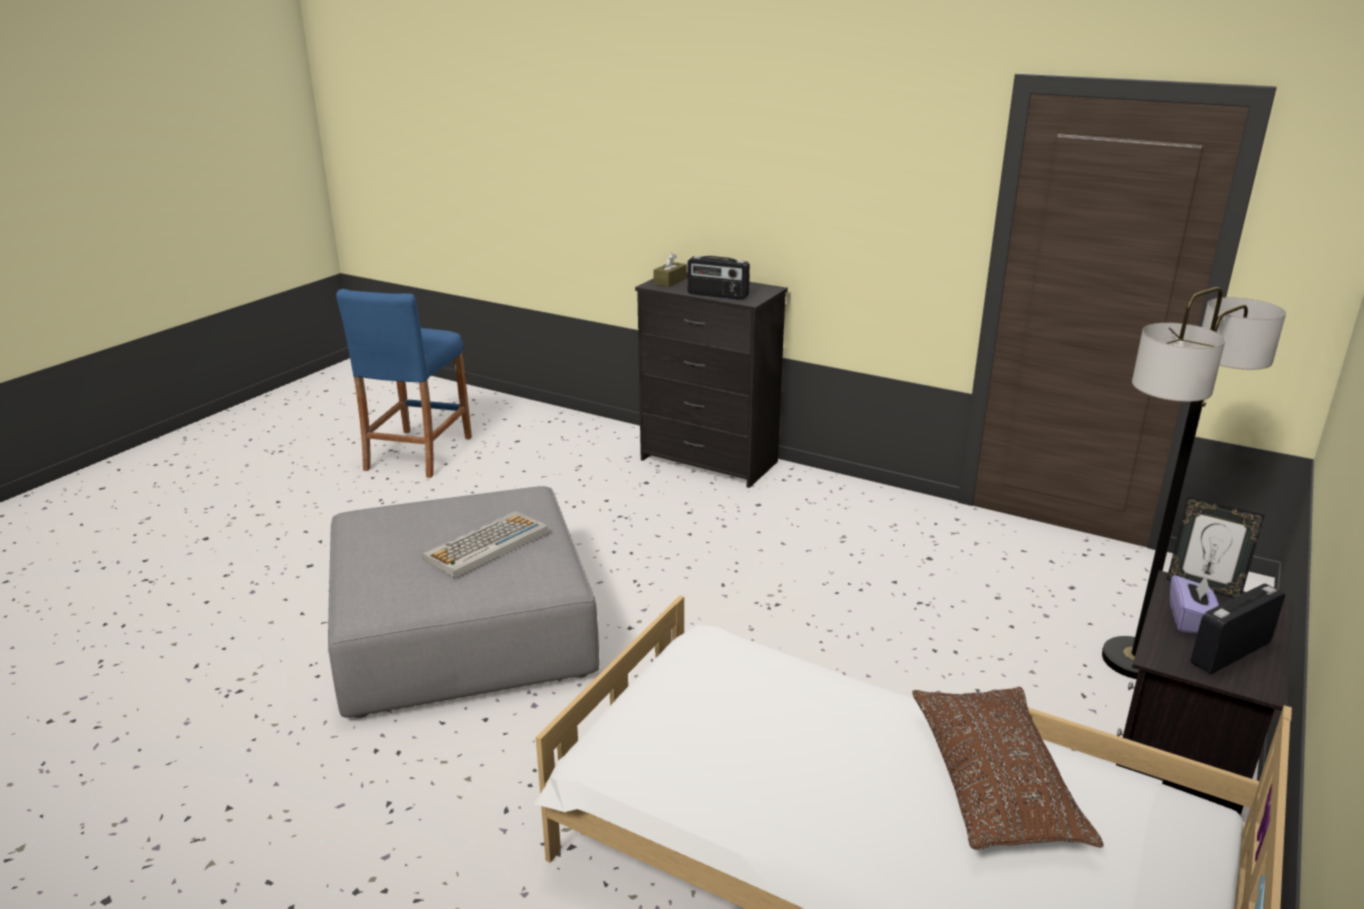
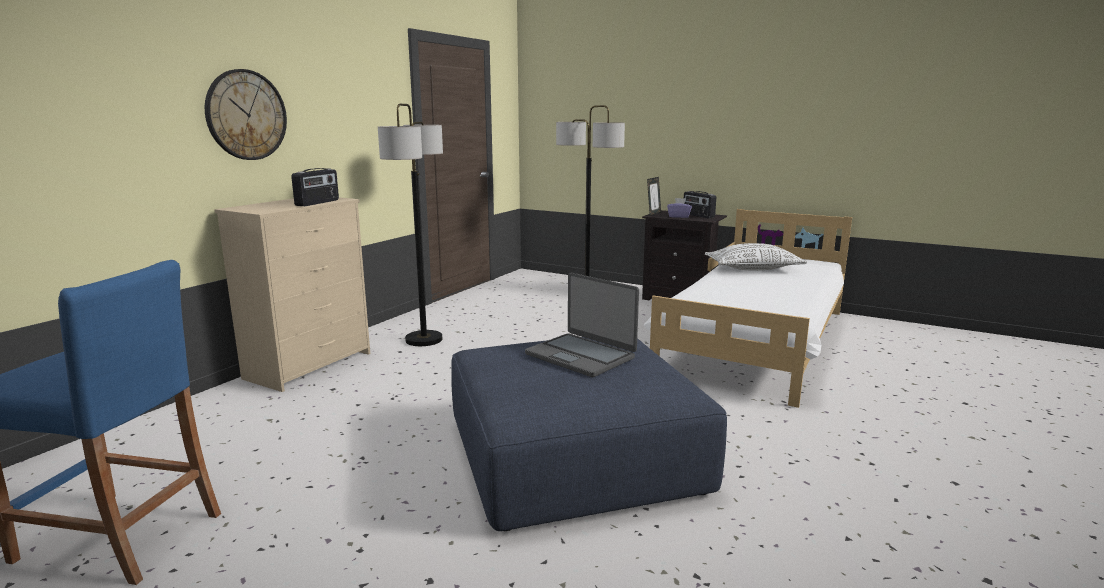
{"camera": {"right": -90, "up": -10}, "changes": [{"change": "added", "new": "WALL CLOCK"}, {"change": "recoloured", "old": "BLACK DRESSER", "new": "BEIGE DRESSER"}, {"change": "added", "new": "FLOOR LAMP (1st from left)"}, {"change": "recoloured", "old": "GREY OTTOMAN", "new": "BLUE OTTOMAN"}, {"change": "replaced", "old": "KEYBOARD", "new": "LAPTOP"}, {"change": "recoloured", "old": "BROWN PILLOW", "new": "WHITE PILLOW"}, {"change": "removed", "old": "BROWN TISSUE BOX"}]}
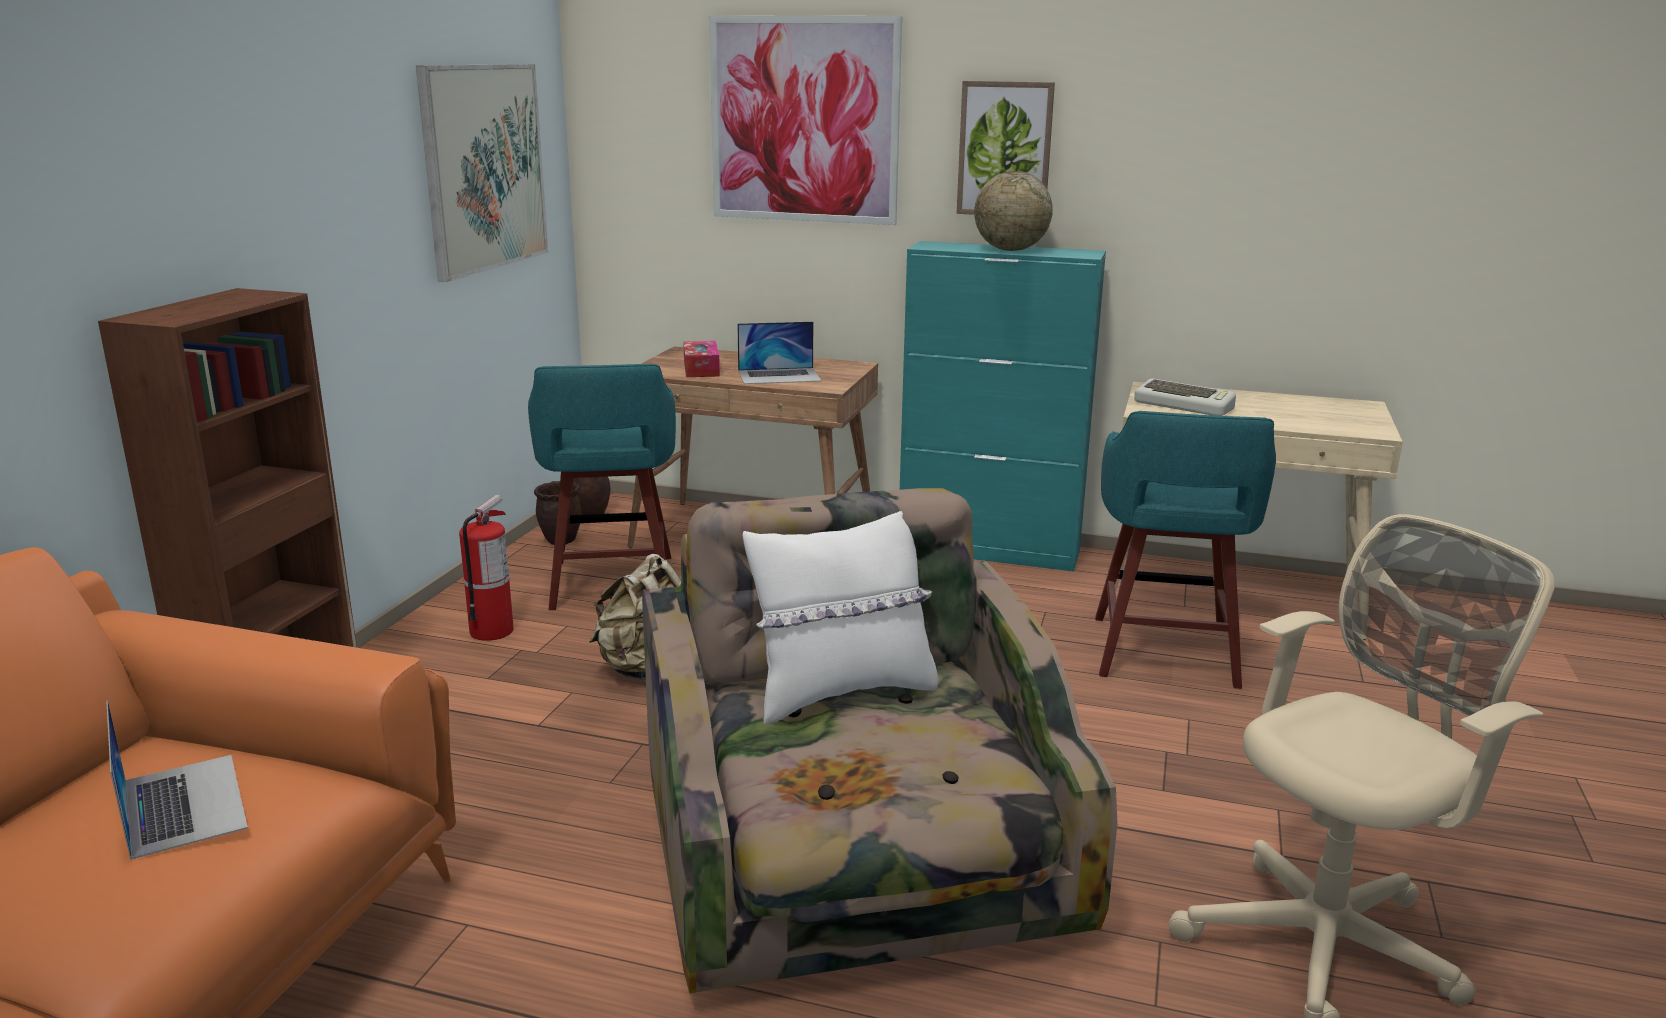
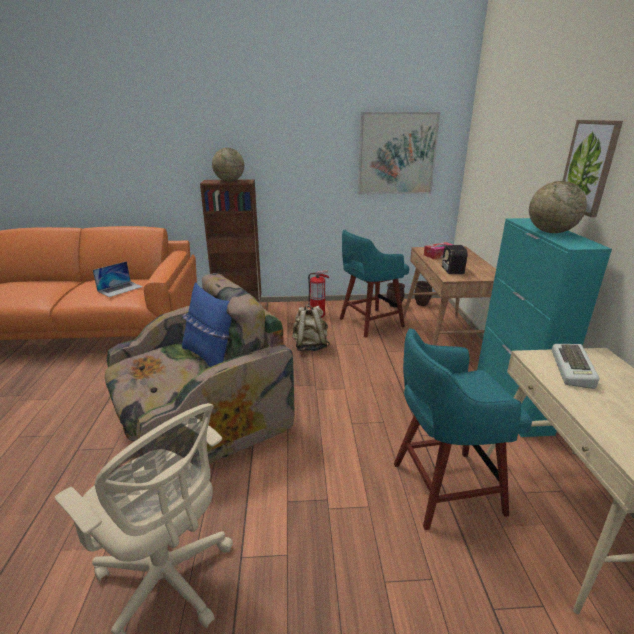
{"camera": {"right": 70, "up": 5}, "changes": [{"change": "recoloured", "old": "WHITE PILLOW", "new": "BLUE PILLOW"}, {"change": "added", "new": "GLOBE (1st from left)"}, {"change": "replaced", "old": "LAPTOP (2nd from left)", "new": "RADIO"}, {"change": "removed", "old": "PICTURE (2nd from left)"}]}
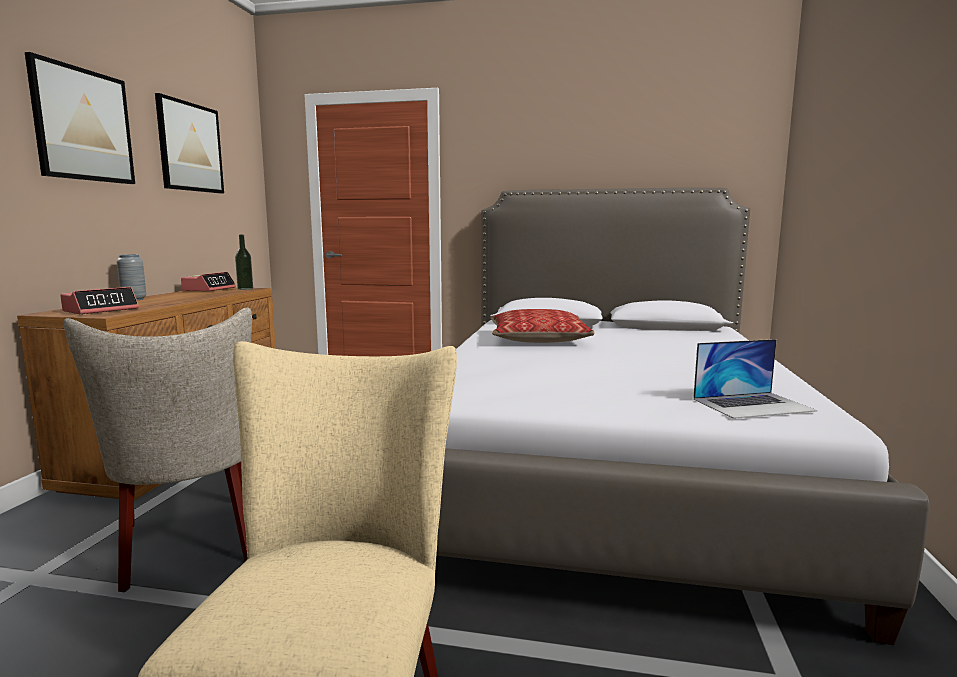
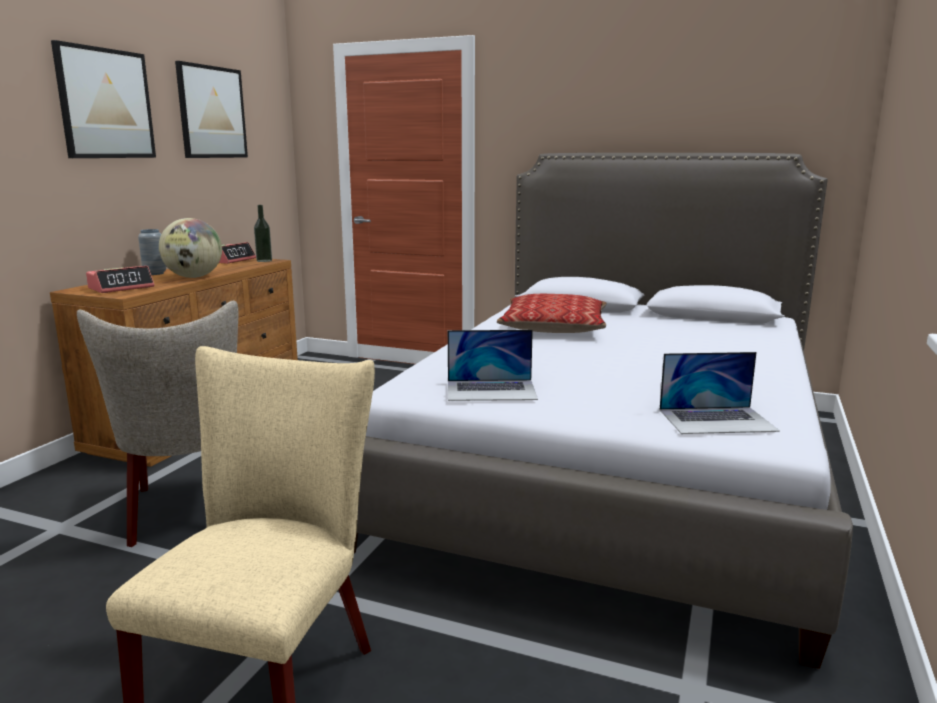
{"camera": {"right": 10, "up": 5}, "changes": [{"change": "added", "new": "GLOBE"}, {"change": "added", "new": "LAPTOP (1st from left)"}]}
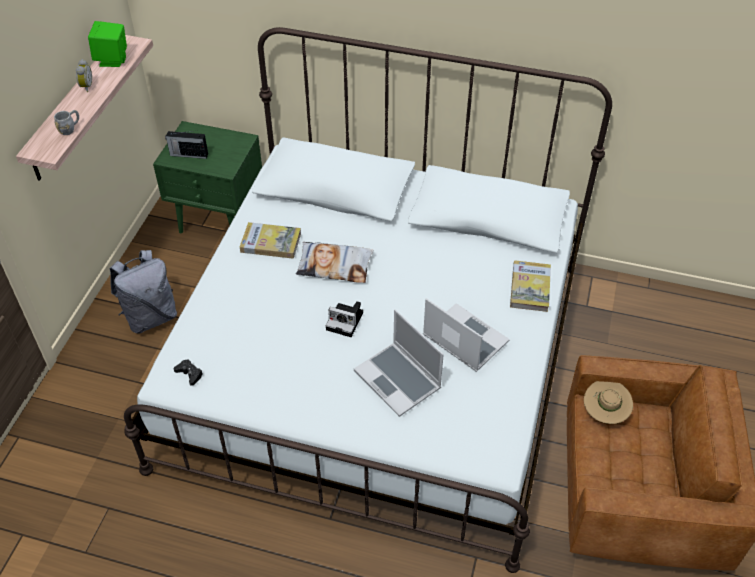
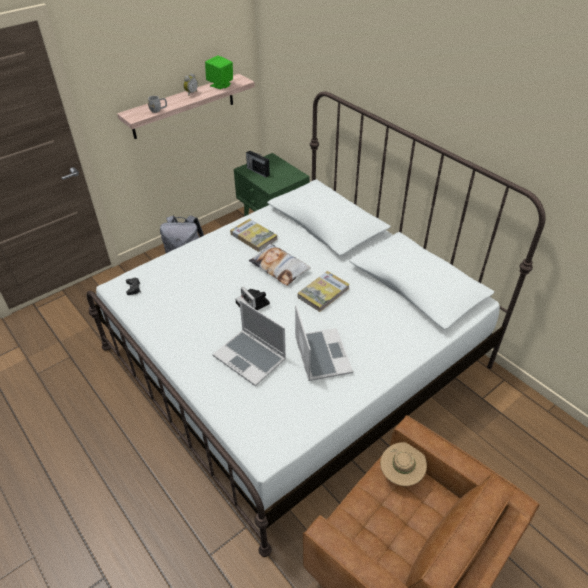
{"camera": {"right": 35, "up": -5}, "changes": [{"change": "turned", "old": "LAPTOP (1st from left)", "degrees": -45}, {"change": "moved", "old": "BOOK (2nd from left)"}]}
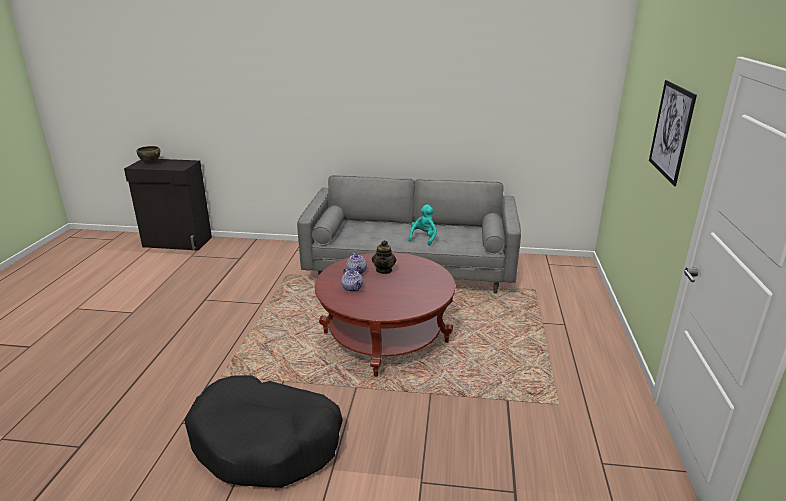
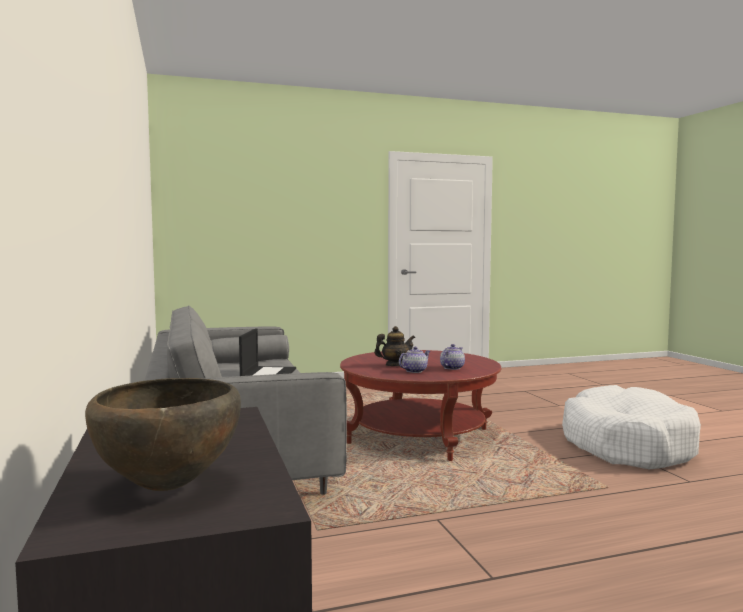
{"camera": {"right": -115, "up": -20}, "changes": [{"change": "replaced", "old": "TURQUOISE PLUSH TOY", "new": "LAPTOP"}, {"change": "recoloured", "old": "BLACK DOG BED", "new": "WHITE DOG BED"}, {"change": "removed", "old": "PICTURE"}]}
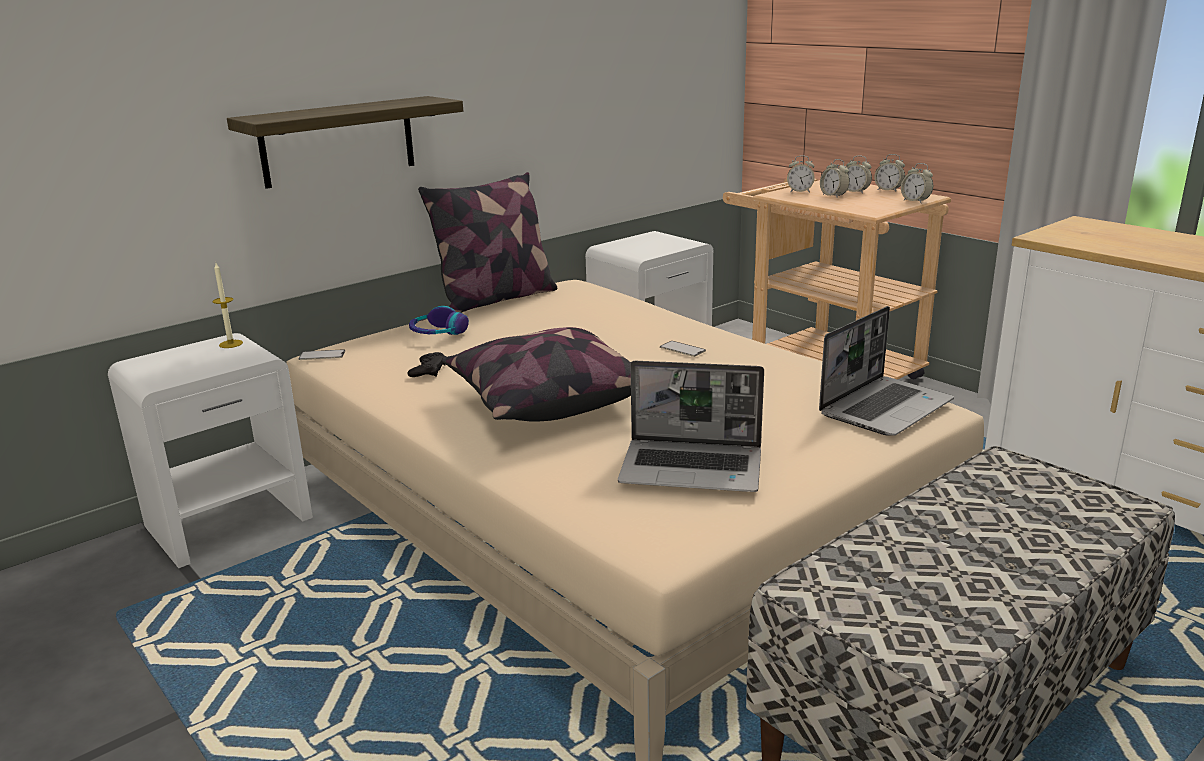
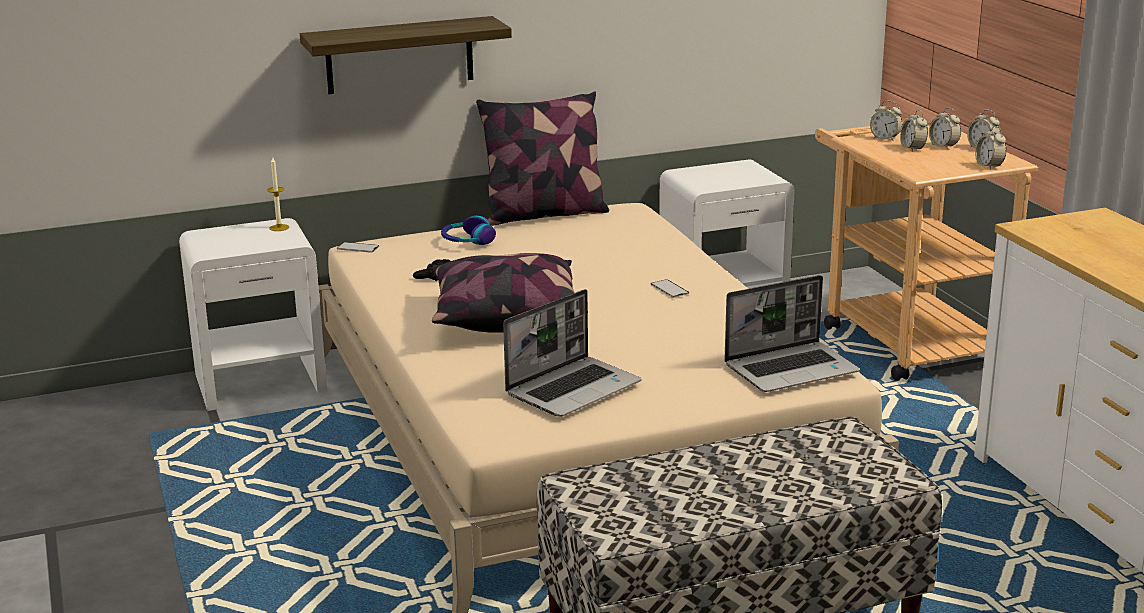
{"camera": {"right": 20, "up": 0}, "changes": [{"change": "turned", "old": "LAPTOP (1st from left)", "degrees": -75}]}
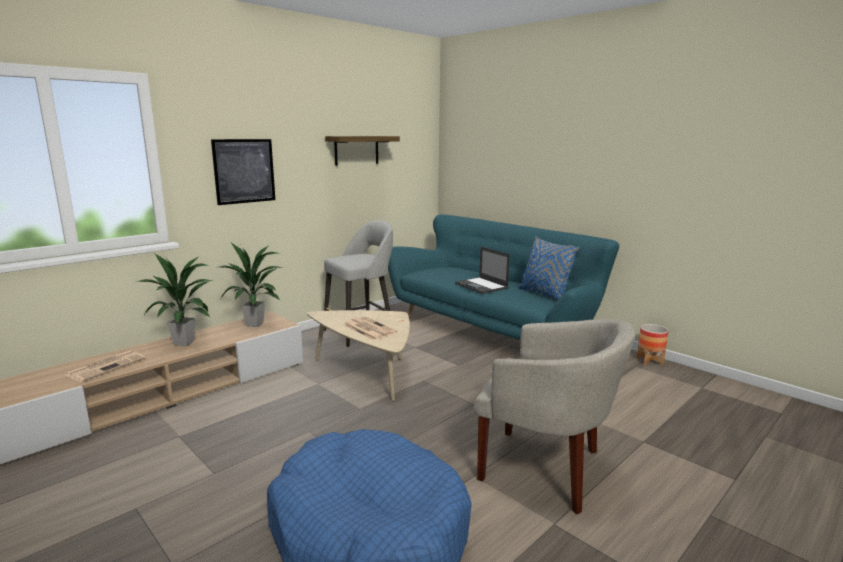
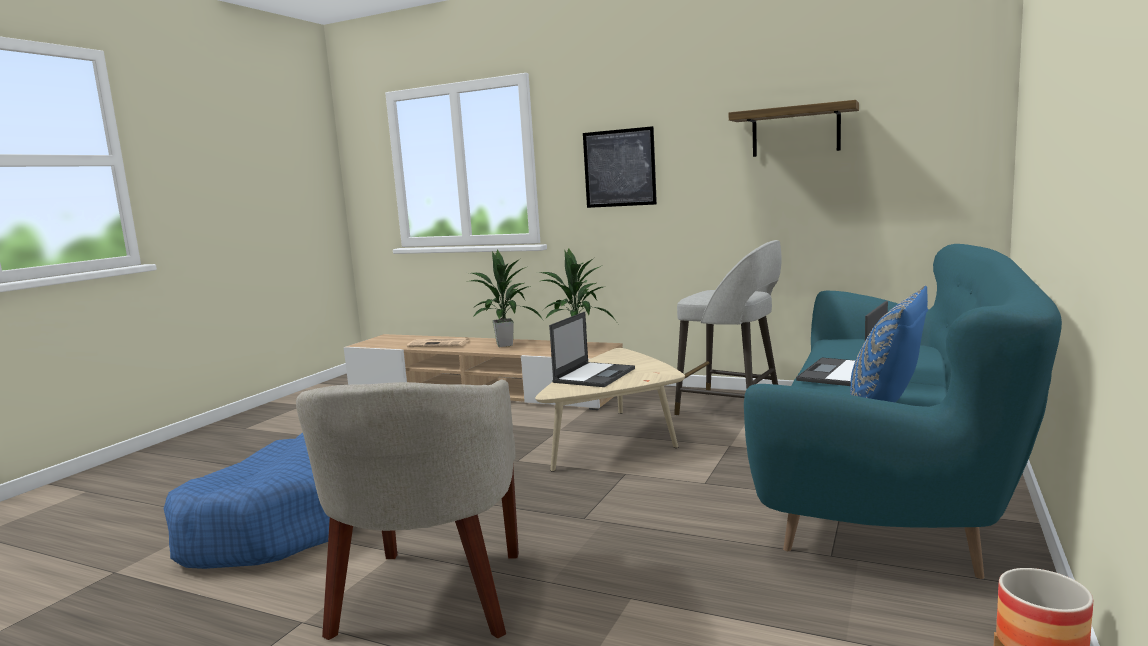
{"camera": {"right": 70, "up": -5}, "changes": [{"change": "replaced", "old": "NEWSPAPER (2nd from left)", "new": "LAPTOP (1st from left)"}]}
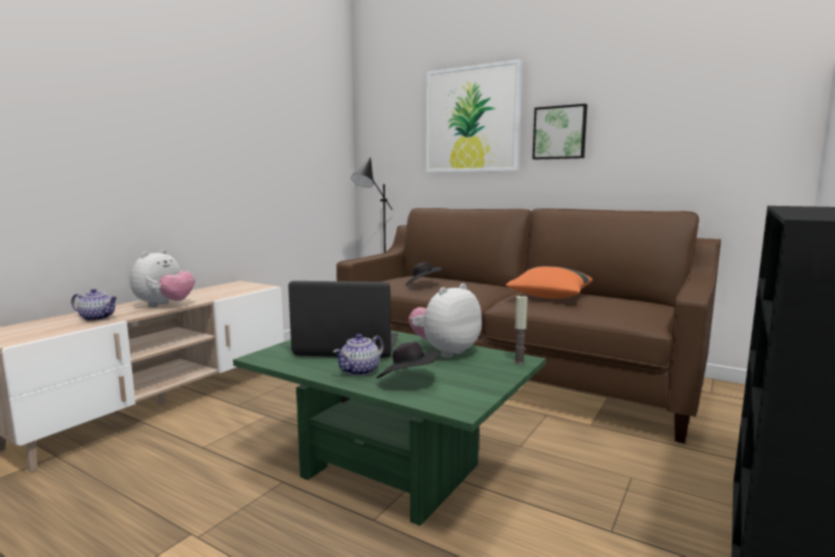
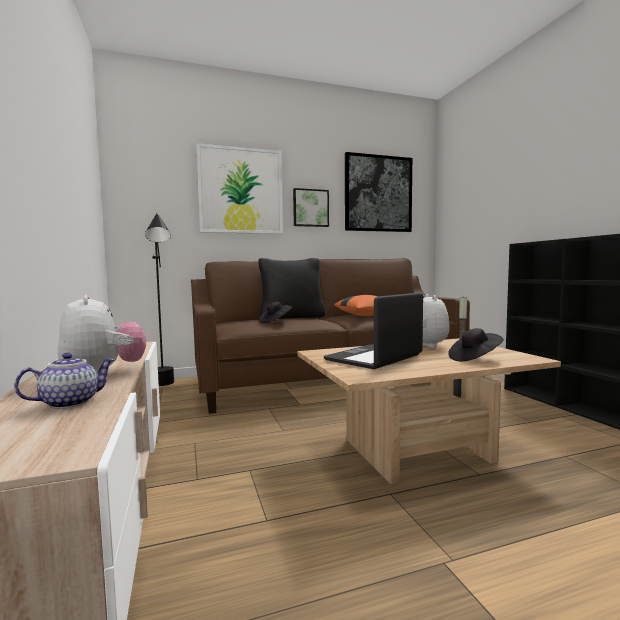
{"camera": {"right": -50, "up": -5}, "changes": [{"change": "added", "new": "BLACK PILLOW"}, {"change": "recoloured", "old": "GREEN COFFEE TABLE", "new": "BEIGE COFFEE TABLE"}, {"change": "added", "new": "PICTURE (3rd from left)"}, {"change": "removed", "old": "TEAPOT (2nd from left)"}]}
